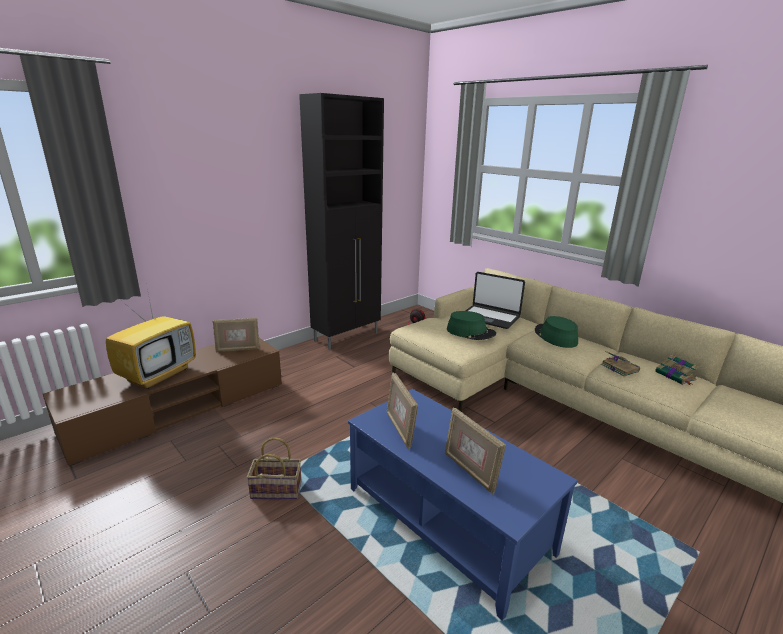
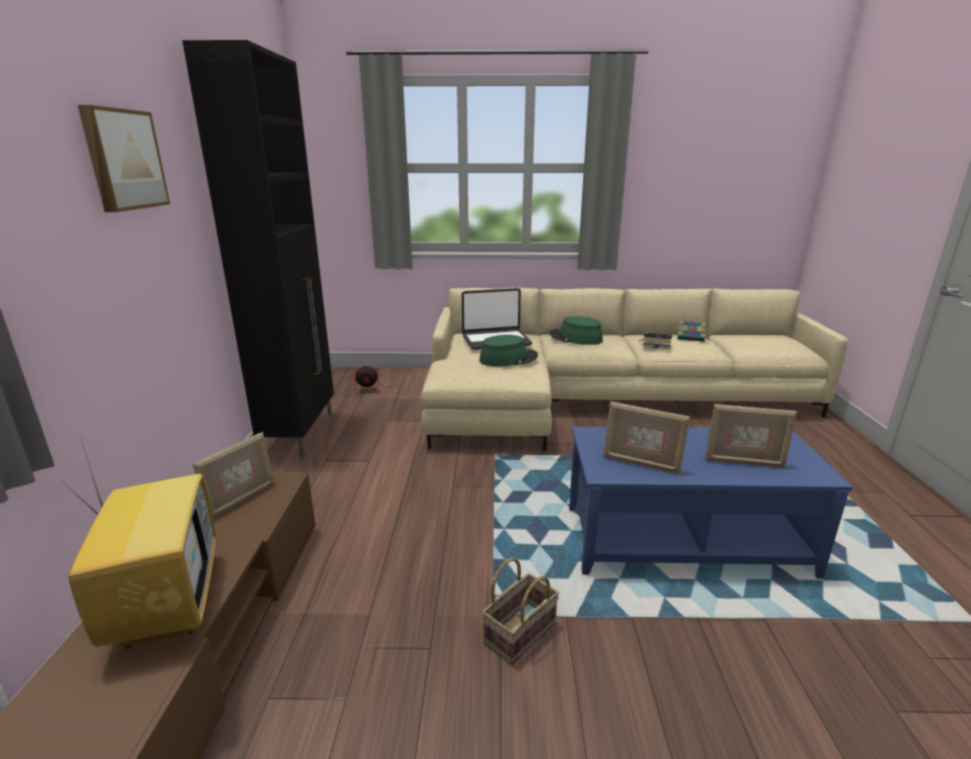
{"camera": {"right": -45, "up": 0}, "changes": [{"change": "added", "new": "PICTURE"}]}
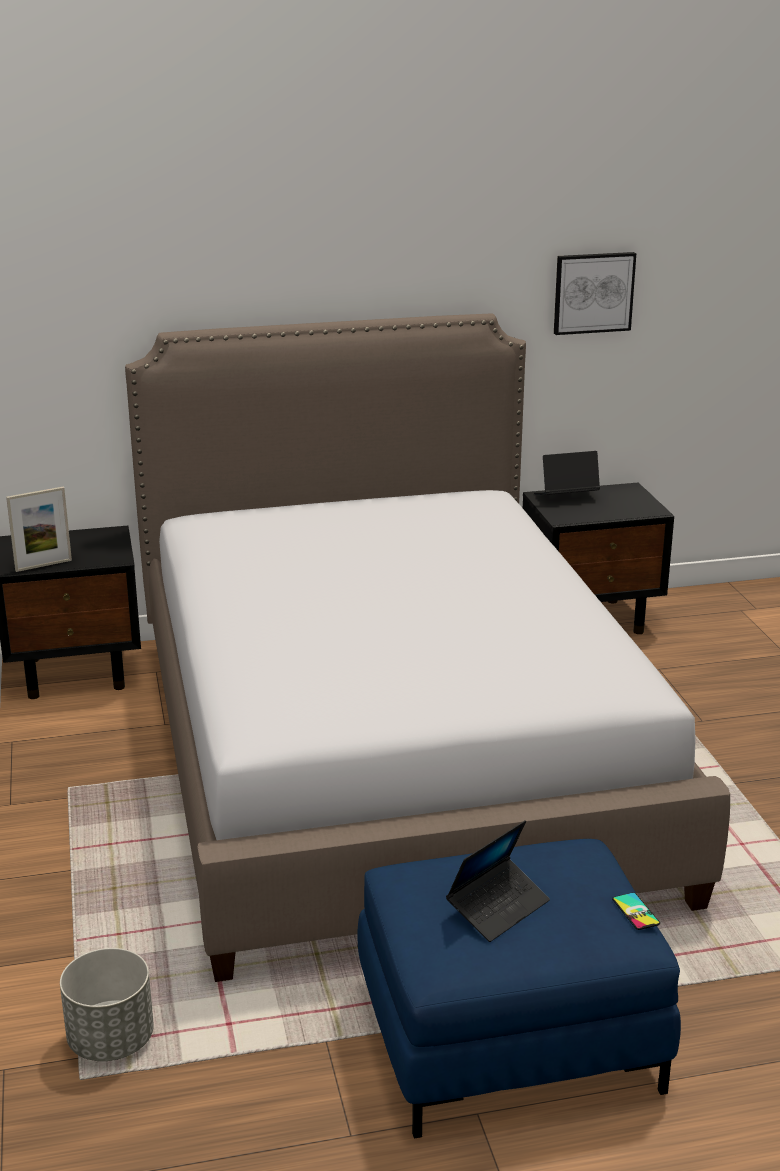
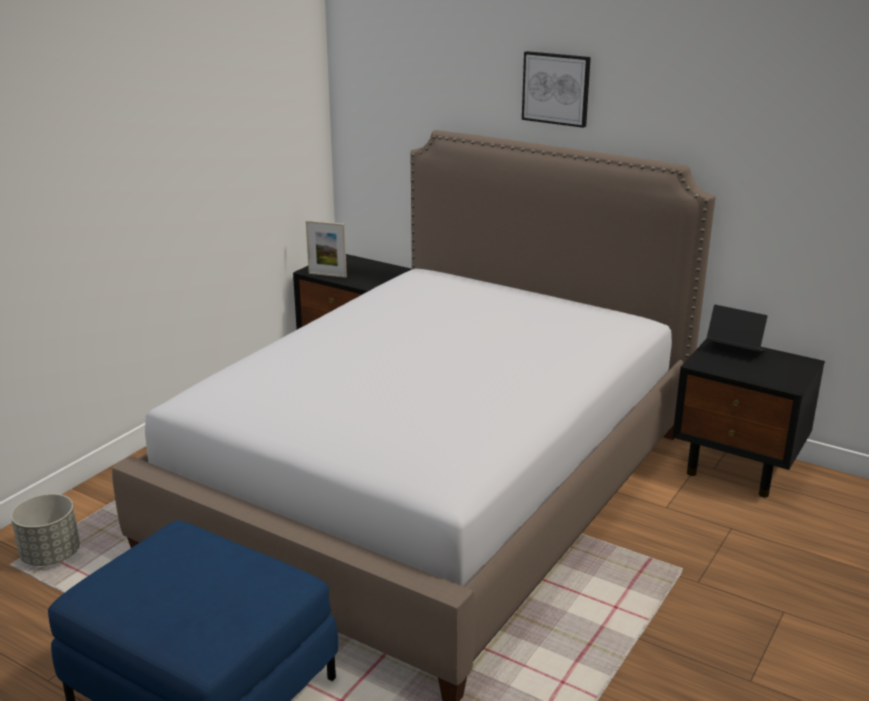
{"camera": {"right": 45, "up": 0}, "changes": [{"change": "moved", "old": "PICTURE"}, {"change": "removed", "old": "LAPTOP (1st from left)"}, {"change": "removed", "old": "PHONE"}]}
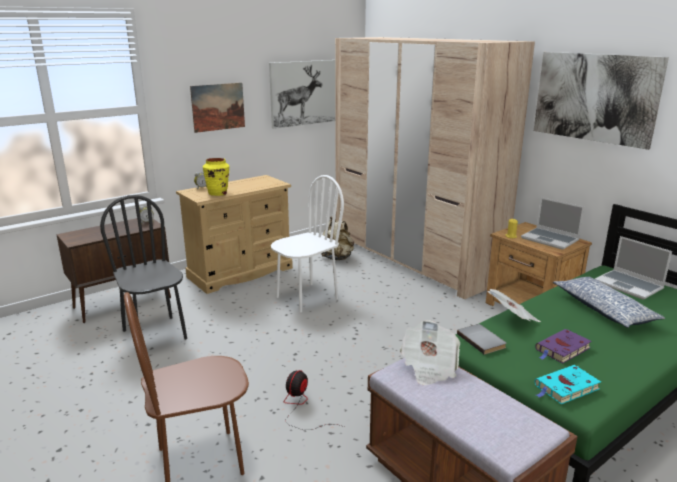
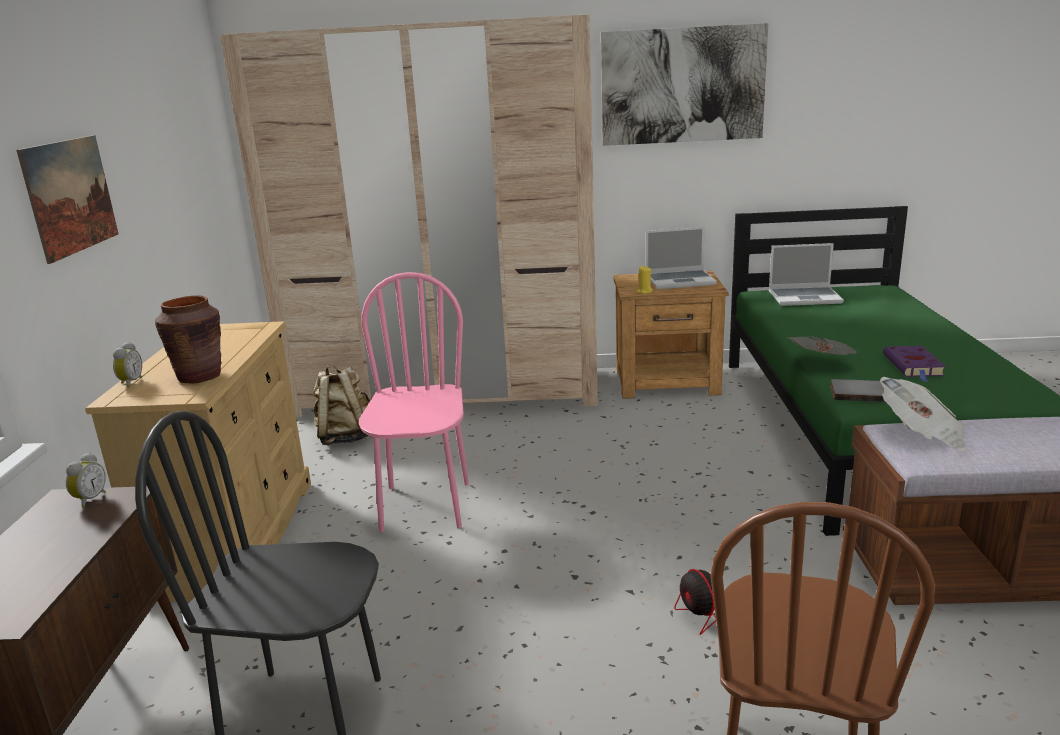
{"camera": {"right": -50, "up": 0}, "changes": [{"change": "recoloured", "old": "YELLOW VASE", "new": "BROWN VASE"}, {"change": "recoloured", "old": "WHITE CHAIR", "new": "PINK CHAIR"}, {"change": "removed", "old": "PICTURE (2nd from left)"}, {"change": "removed", "old": "TURQUOISE BOOK"}, {"change": "removed", "old": "PILLOW"}]}
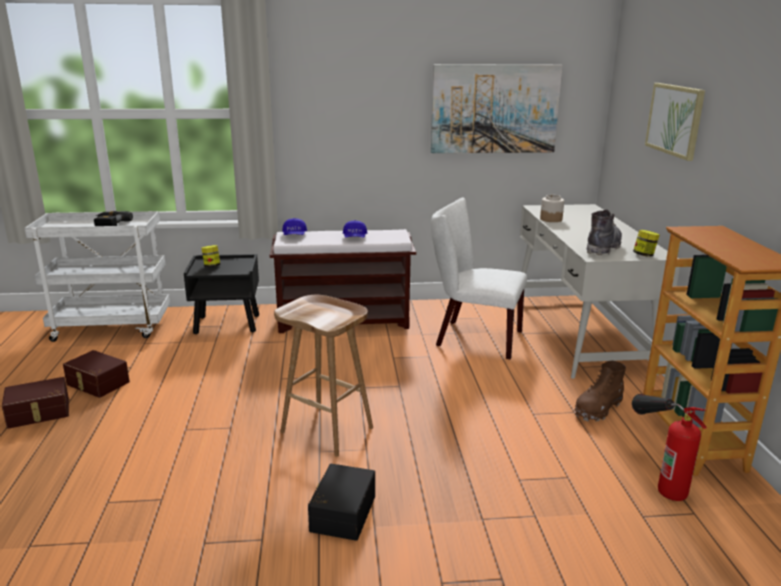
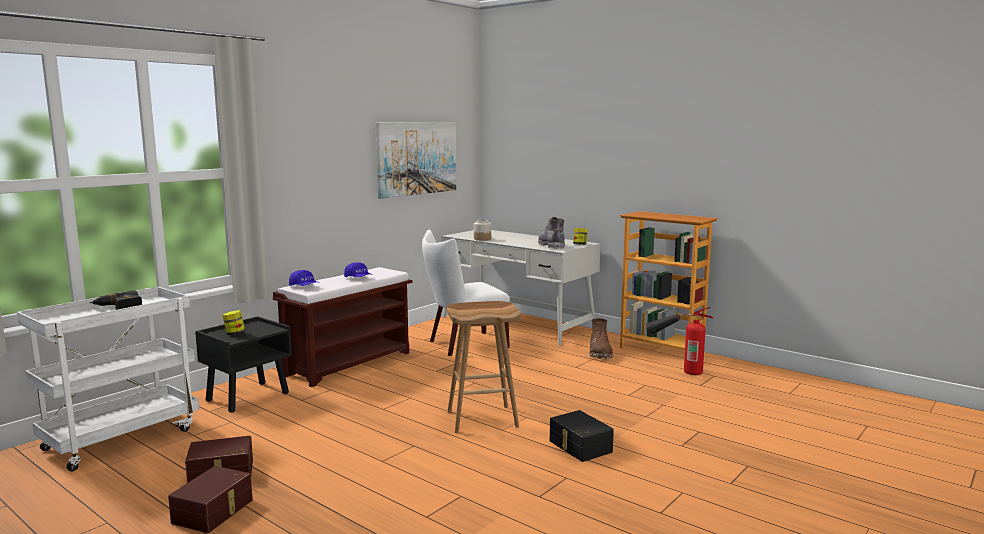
{"camera": {"right": -45, "up": -10}, "changes": [{"change": "removed", "old": "PICTURE (2nd from left)"}]}
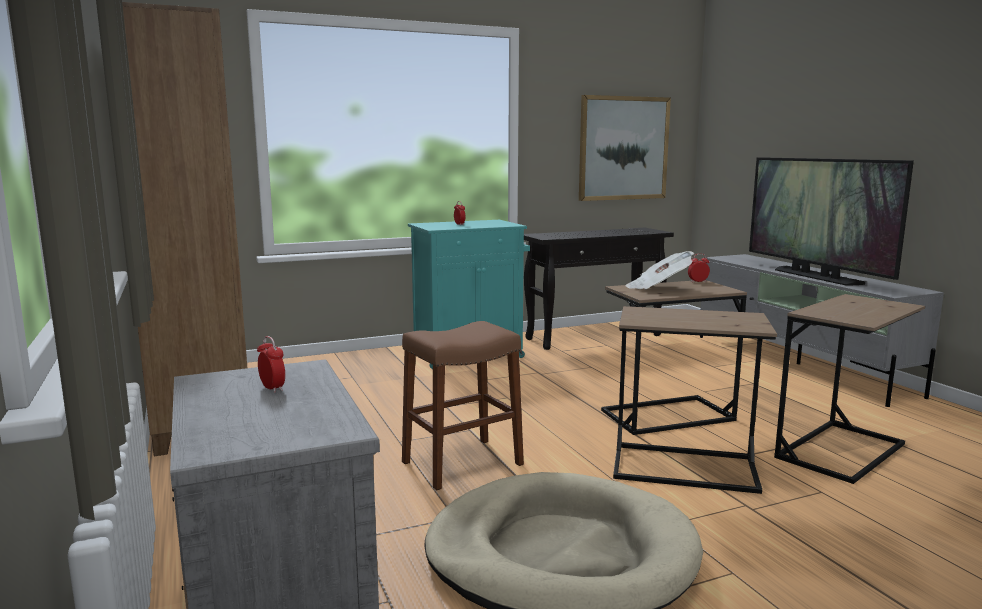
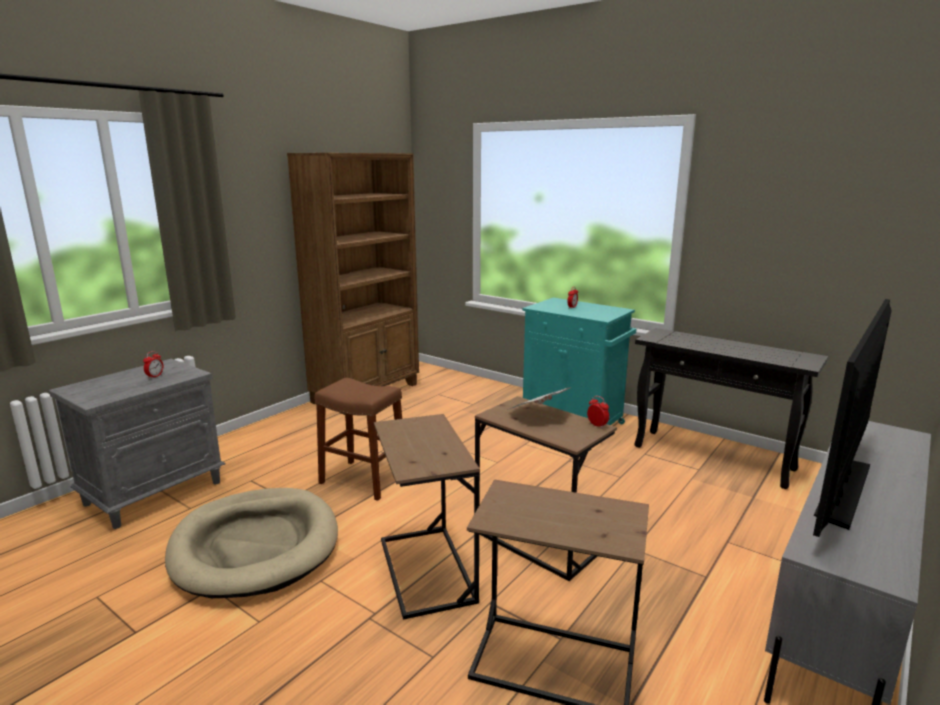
{"camera": {"right": 60, "up": 5}, "changes": [{"change": "removed", "old": "PICTURE"}]}
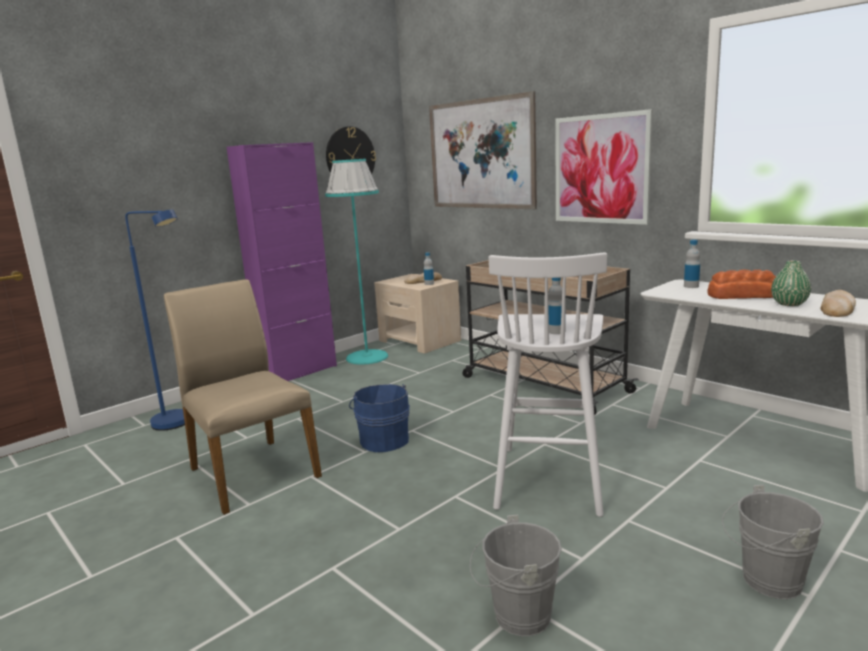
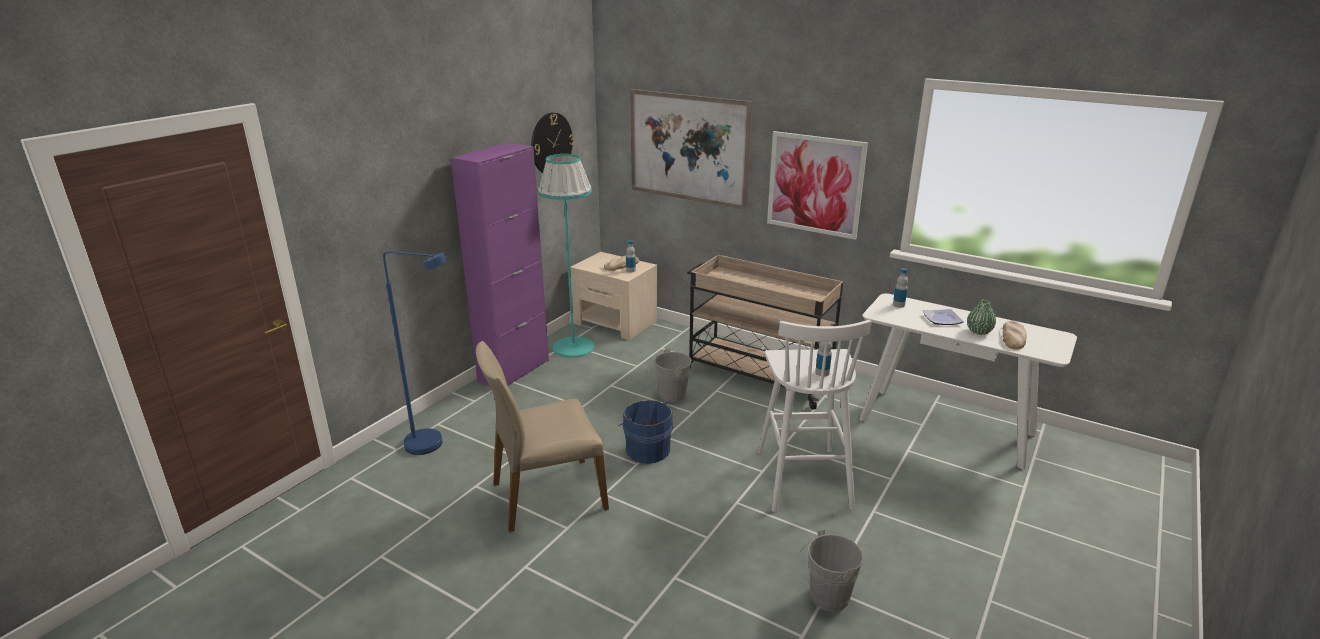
{"camera": {"right": -15, "up": 10}, "changes": [{"change": "turned", "old": "BEIGE CHAIR", "degrees": -60}, {"change": "moved", "old": "GREY BUCKET (2nd from left in the first image)", "new": "GREY BUCKET (1st from left)"}, {"change": "replaced", "old": "BREAD (2nd from left)", "new": "PLATE"}]}
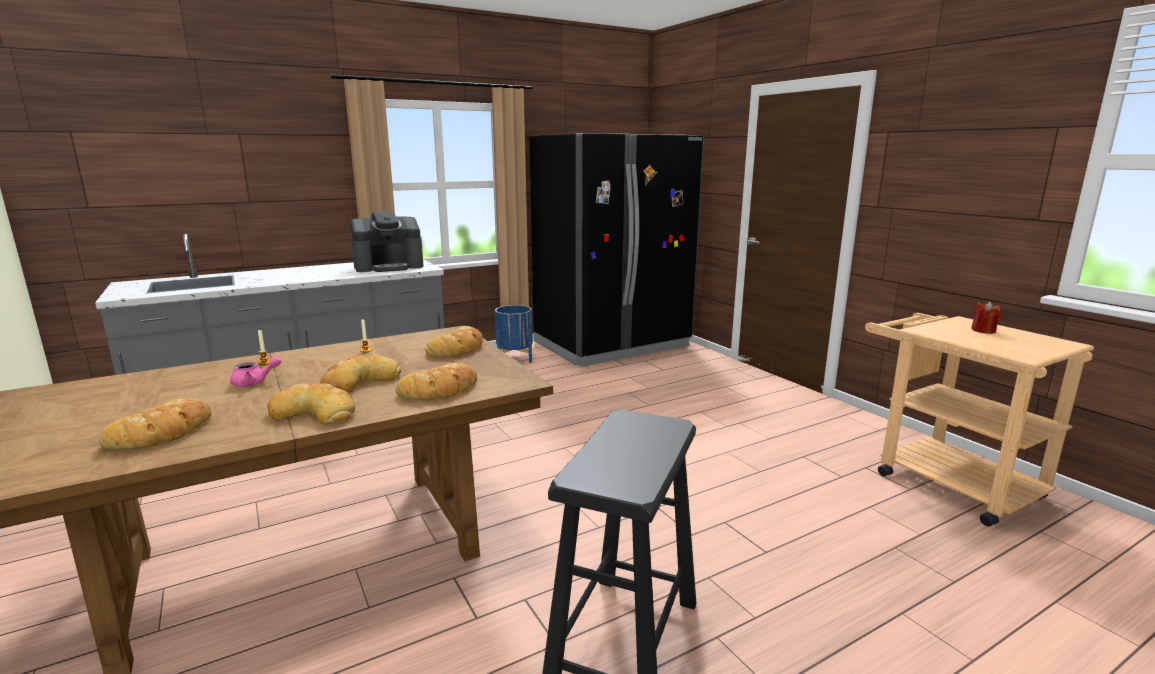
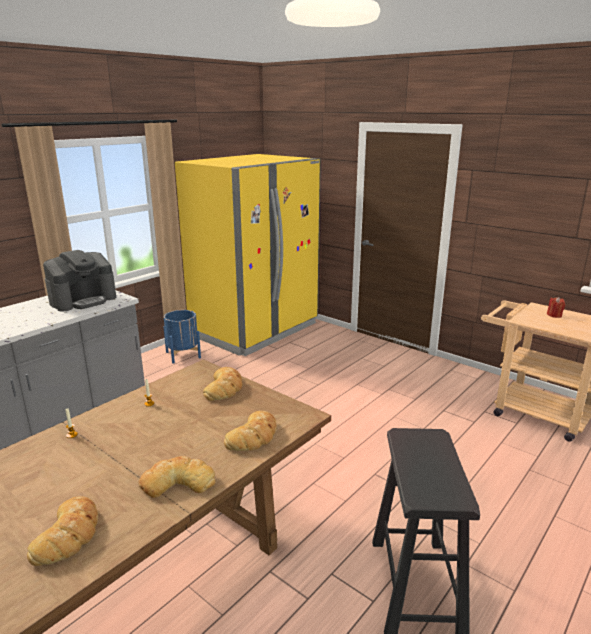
{"camera": {"right": -20, "up": 5}, "changes": [{"change": "recoloured", "old": "BLACK FRIDGE", "new": "YELLOW FRIDGE"}, {"change": "removed", "old": "PINK TEAPOT"}, {"change": "removed", "old": "BREAD (3rd from left)"}]}
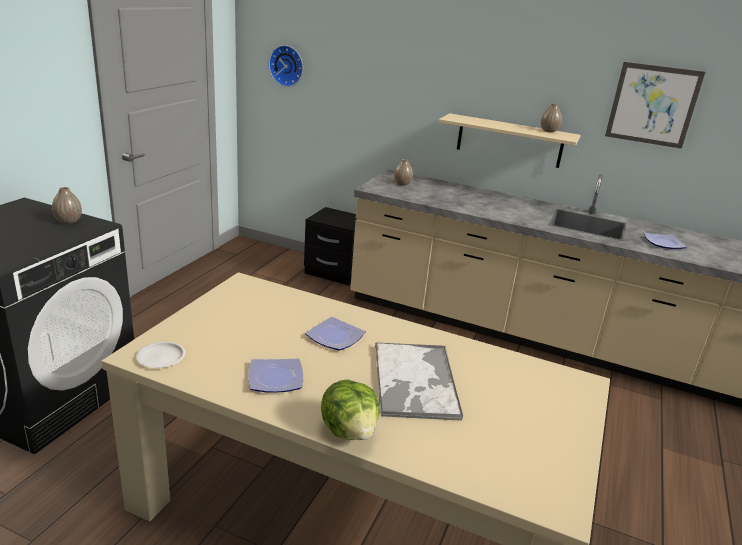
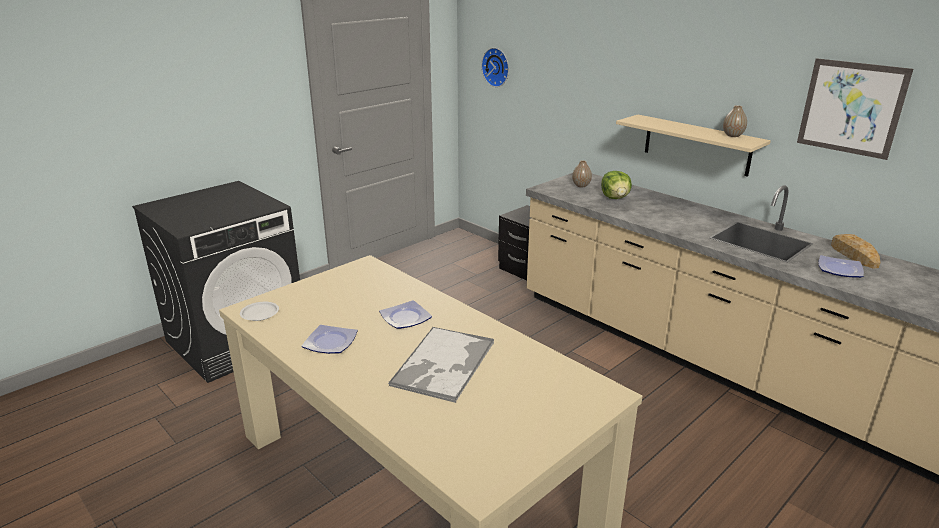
{"camera": {"right": 25, "up": 0}, "changes": [{"change": "moved", "old": "LETTUCE"}, {"change": "added", "new": "BREAD"}, {"change": "removed", "old": "VASE (1st from left)"}]}
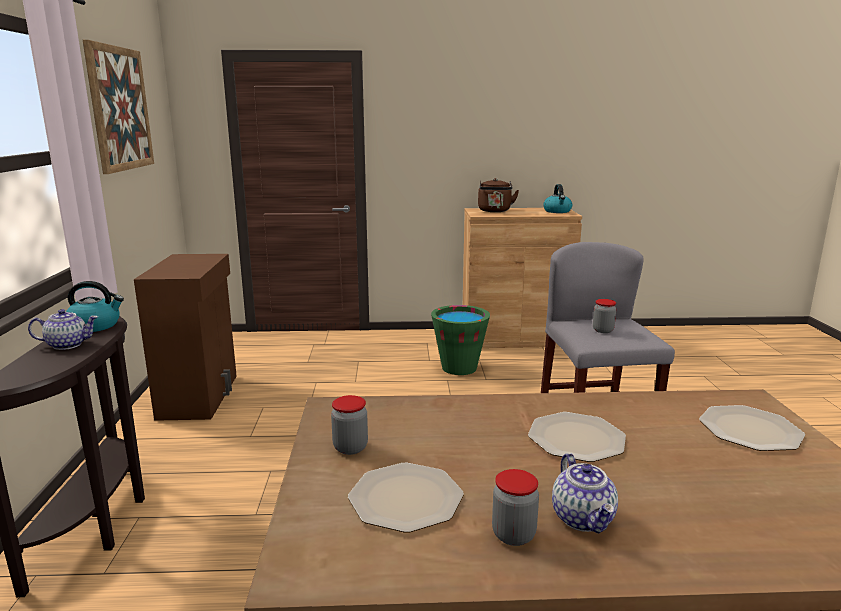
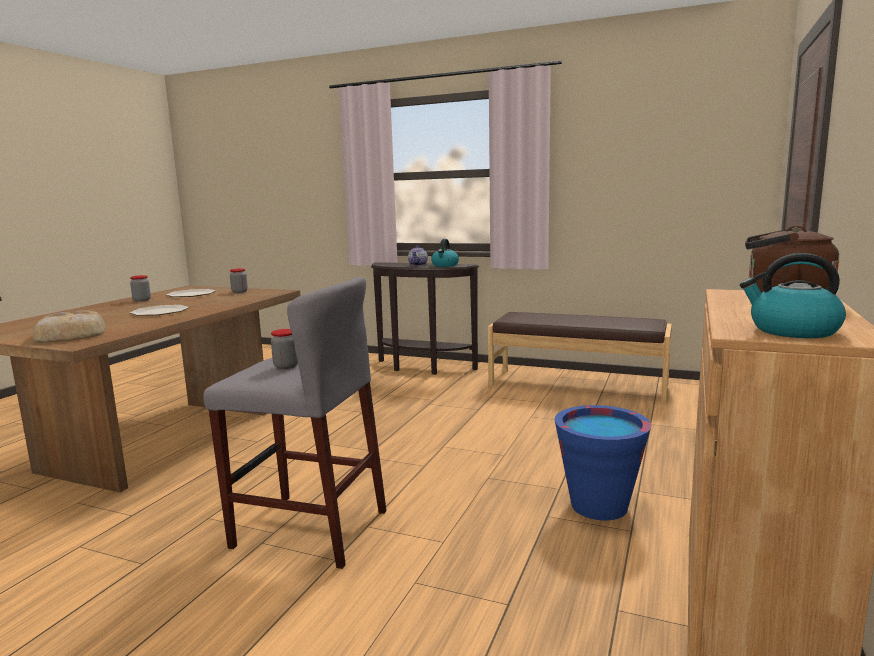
{"camera": {"right": 115, "up": -5}, "changes": [{"change": "replaced", "old": "PLATE (3rd from left)", "new": "BREAD"}, {"change": "replaced", "old": "BROWN CABINET (1st from left)", "new": "BROWN BENCH"}, {"change": "recoloured", "old": "GREEN BUCKET", "new": "BLUE BUCKET"}, {"change": "removed", "old": "PICTURE"}, {"change": "removed", "old": "TEAPOT (2nd from left)"}]}
